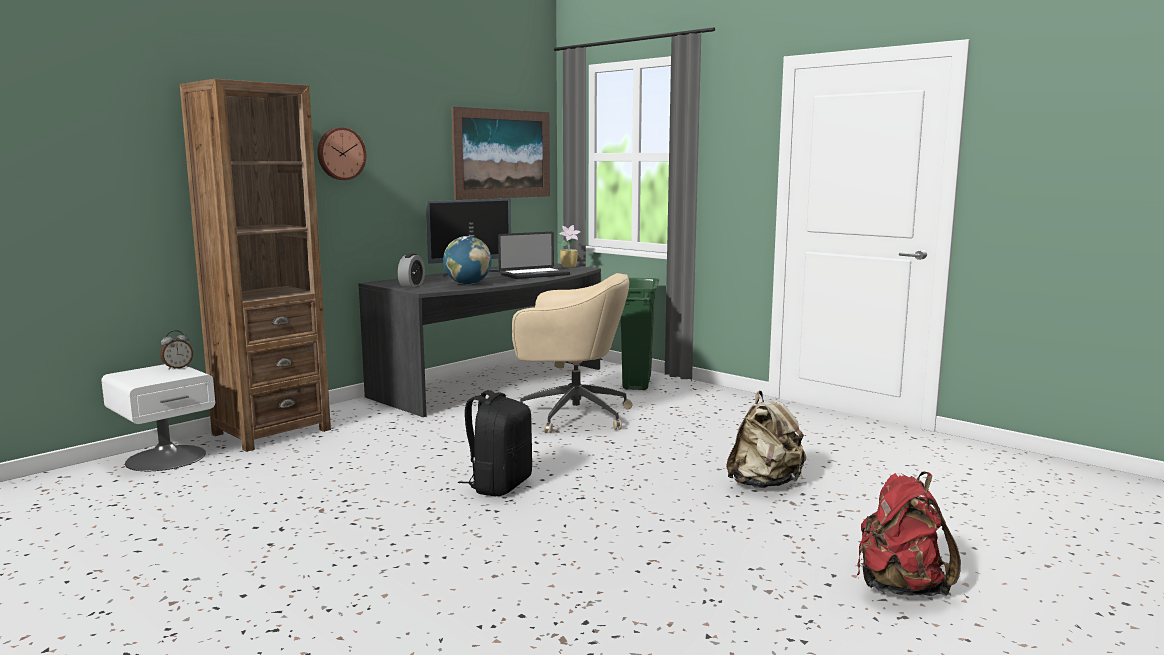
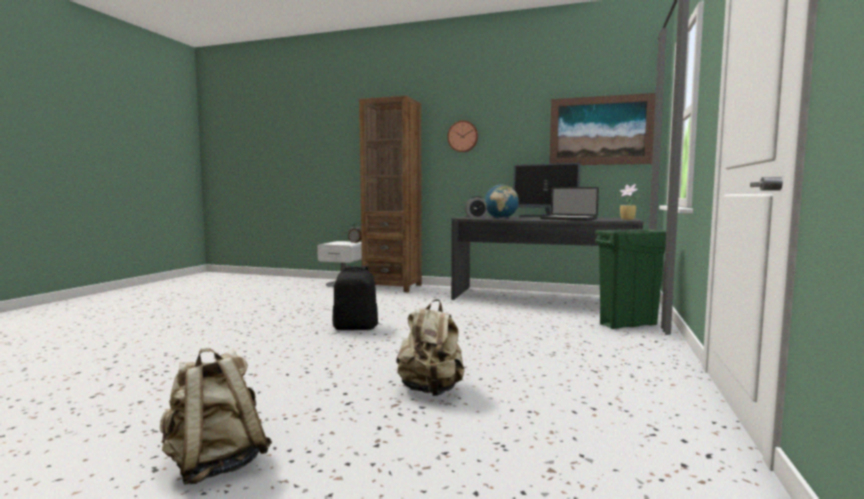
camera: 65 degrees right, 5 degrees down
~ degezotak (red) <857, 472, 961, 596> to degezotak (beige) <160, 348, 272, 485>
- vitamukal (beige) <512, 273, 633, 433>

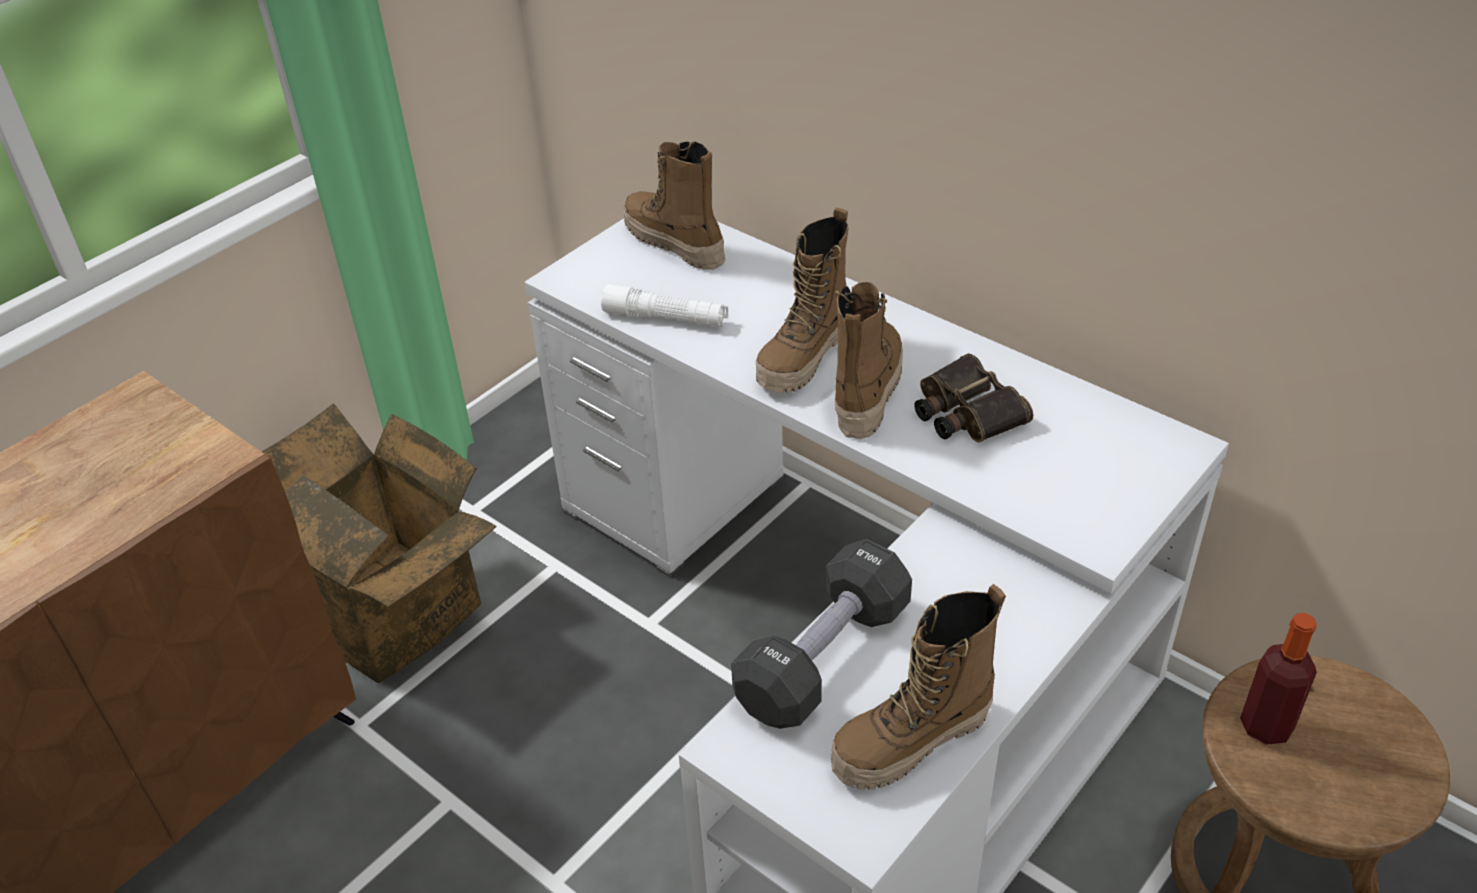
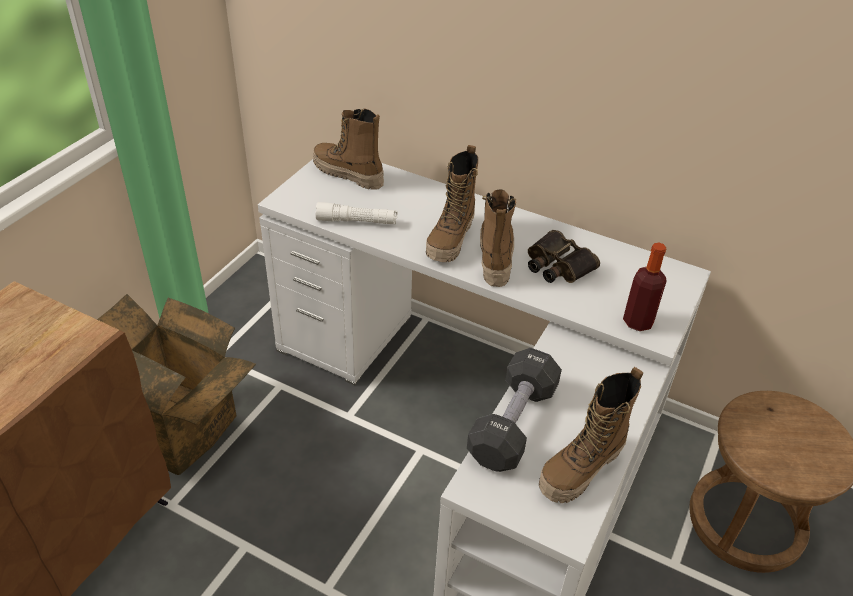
camera: 15 degrees left, 0 degrees up
~ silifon <1240, 613, 1317, 745> to <623, 243, 667, 331>

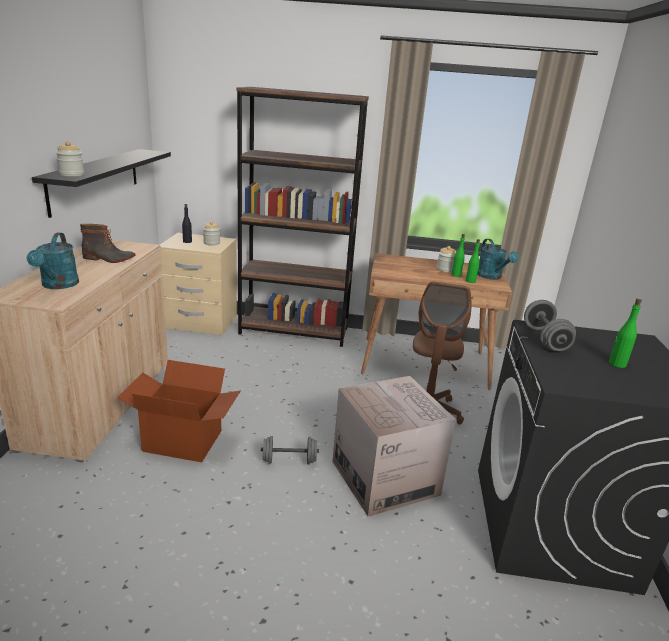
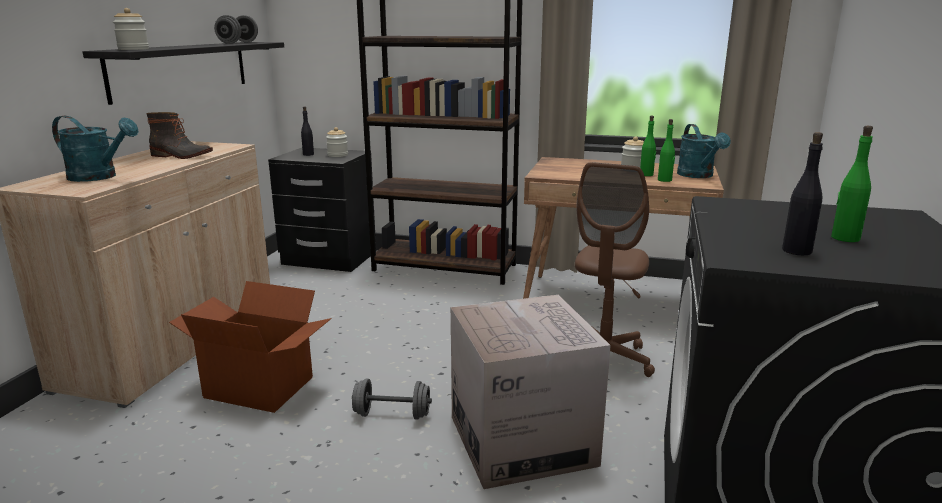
camera: 10 degrees right, 5 degrees down
~ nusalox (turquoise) <27, 233, 79, 289> = <52, 116, 139, 182> 75 degrees counterclockwise
~ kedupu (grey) <524, 300, 576, 351> to <214, 15, 258, 44>
~ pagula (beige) <160, 233, 237, 335> to pagula (black) <268, 148, 376, 272>
+ silifon (black) <782, 132, 823, 255>

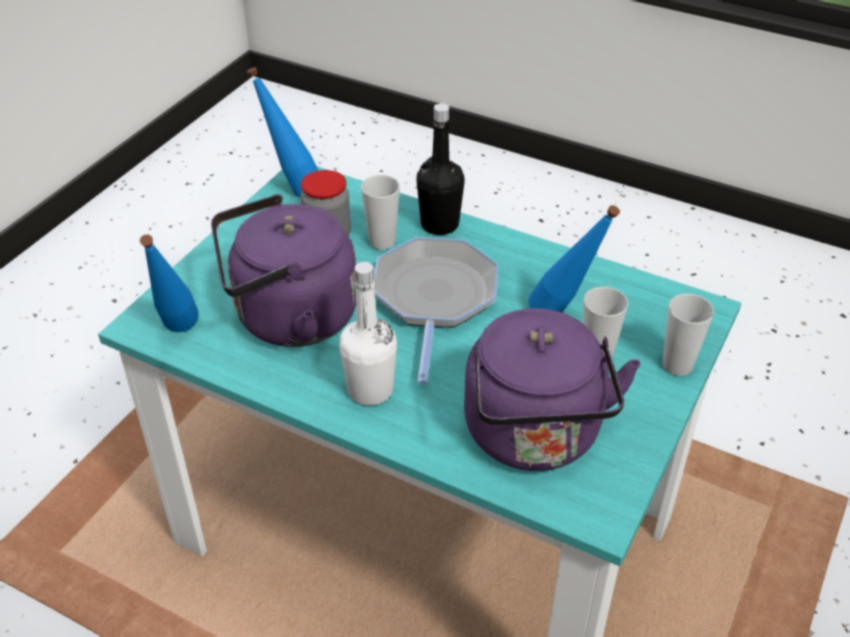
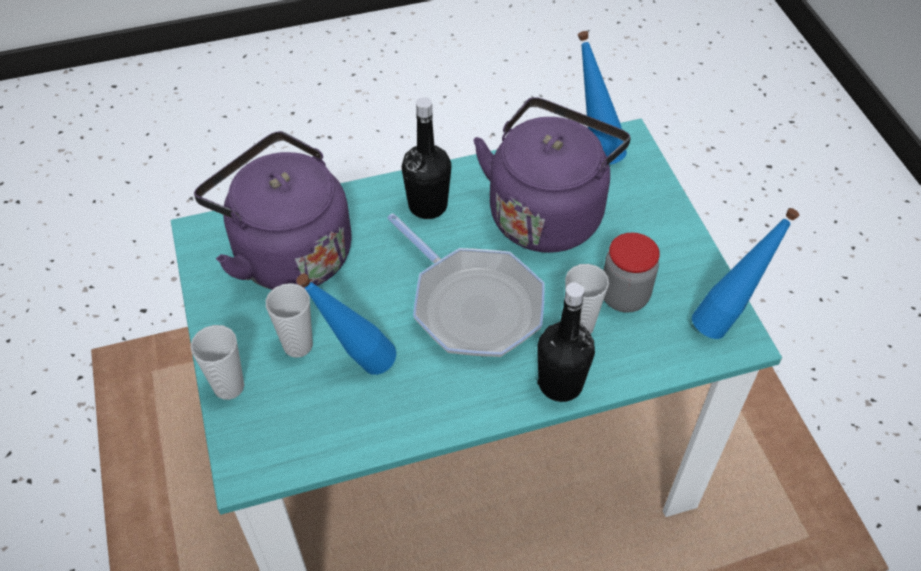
camera: 135 degrees right, 10 degrees up
~ silifon (white) <339, 262, 397, 406> to silifon (black) <402, 97, 451, 219>

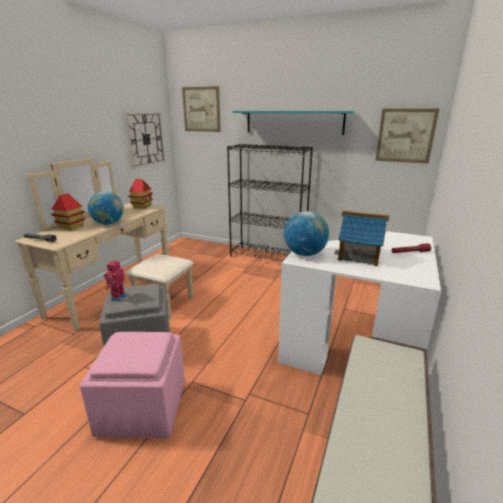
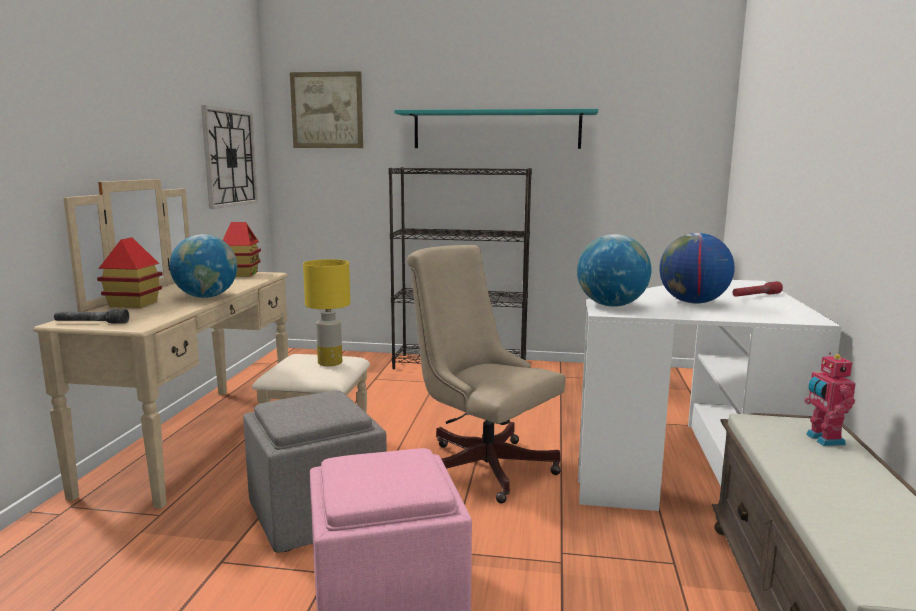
camera: 15 degrees left, 10 degrees down
+ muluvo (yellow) <303, 259, 350, 366>
+ vitamukal (beige) <407, 245, 566, 504>
~ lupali <334, 211, 390, 266> to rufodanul <660, 233, 735, 304>
~ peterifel <104, 259, 127, 301> to <804, 352, 856, 446>
- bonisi <375, 108, 439, 164>

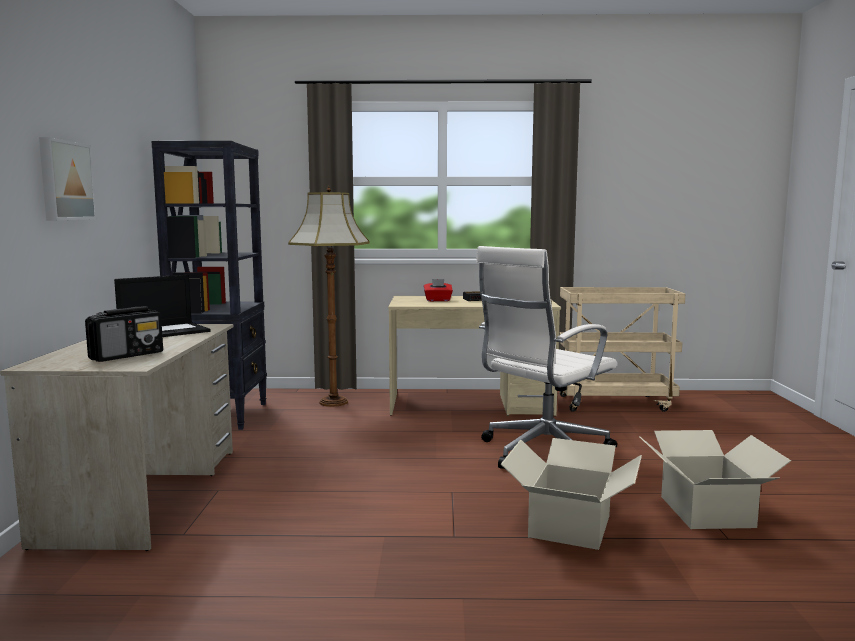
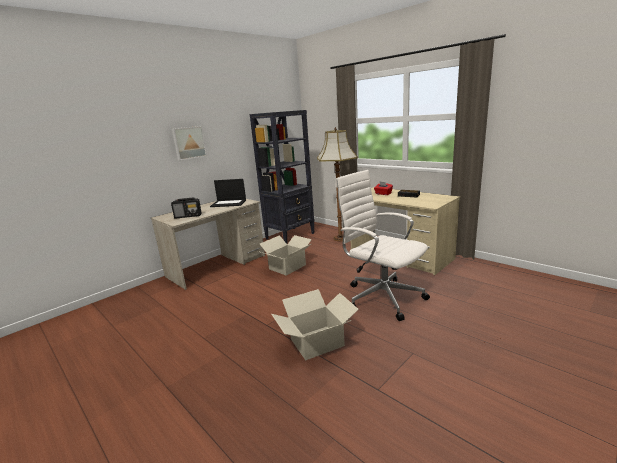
camera: 45 degrees right, 10 degrees up
~ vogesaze <640, 430, 791, 529> to <258, 235, 312, 276>
~ vitamukal (white) <476, 246, 617, 469> = <335, 170, 430, 321> 45 degrees clockwise
- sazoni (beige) <559, 287, 685, 412>

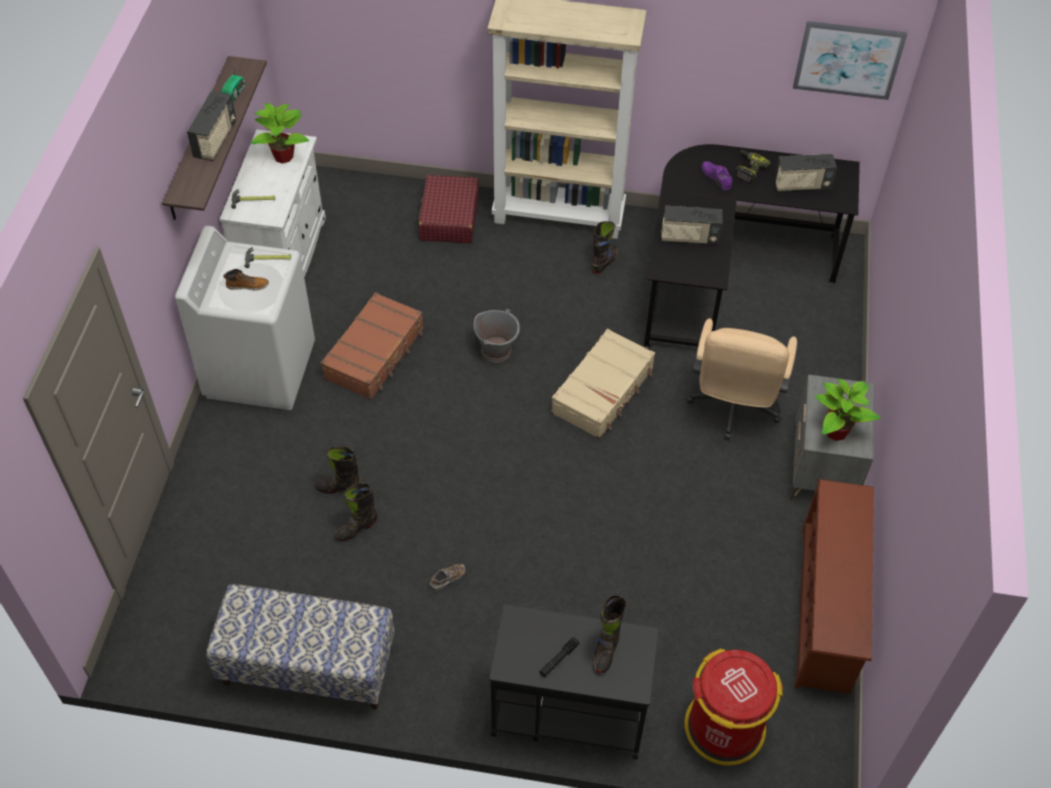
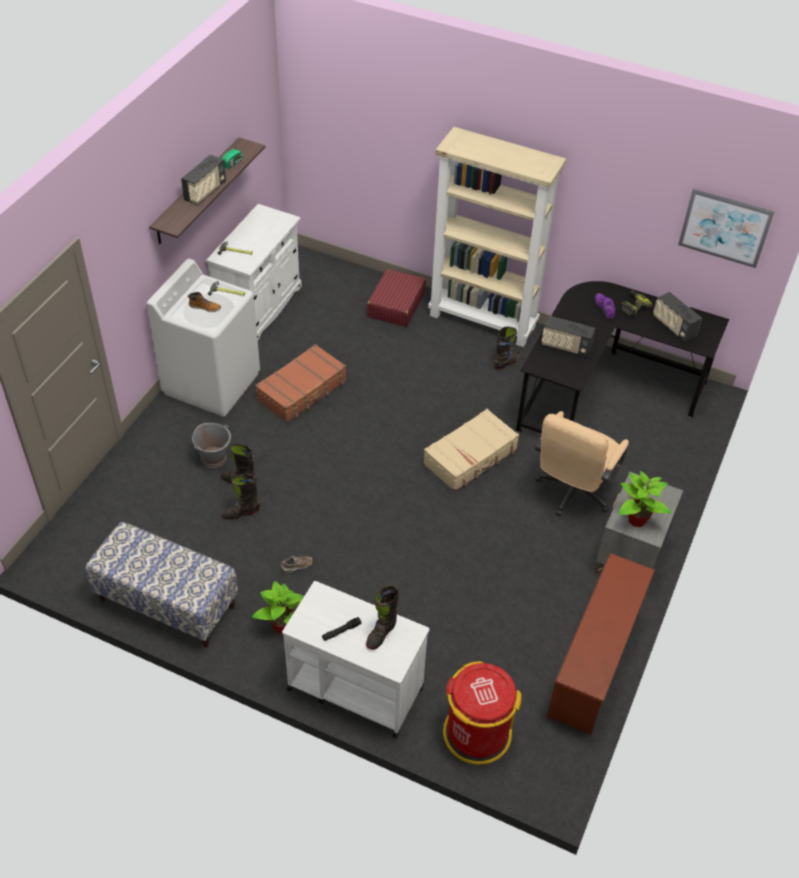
camera: 15 degrees right, 5 degrees down
~ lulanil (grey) <474, 309, 520, 363> to <192, 423, 231, 468>
~ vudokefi <251, 103, 309, 164> to <252, 581, 304, 634>
~ sazoni (black) <489, 604, 658, 760> to sazoni (white) <282, 581, 429, 738>
~ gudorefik <774, 154, 837, 192> = <653, 292, 702, 342> 45 degrees clockwise

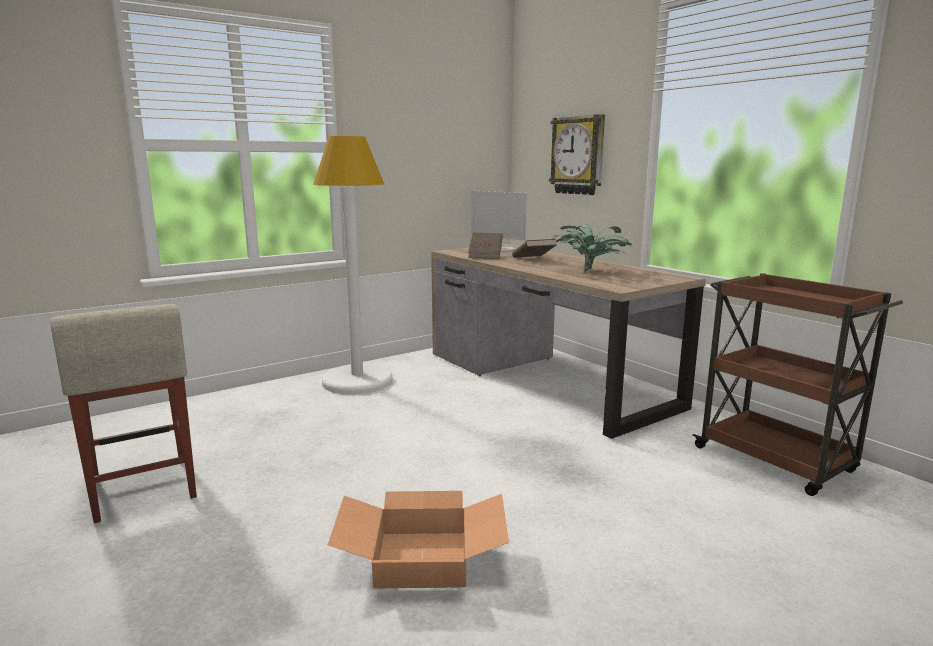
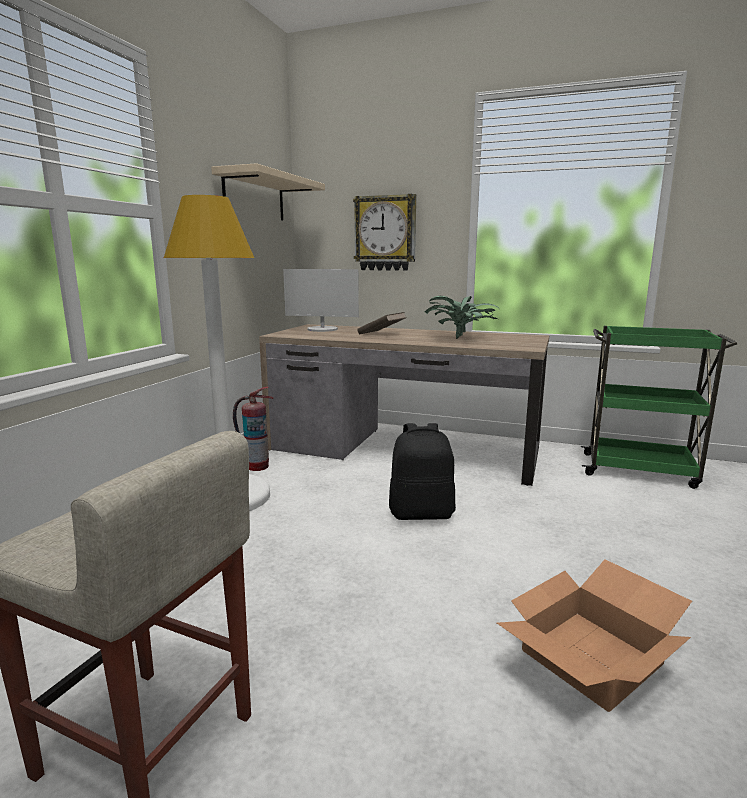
camera: 35 degrees left, 0 degrees up
+ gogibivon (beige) <211, 163, 325, 221>
+ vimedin <233, 387, 273, 471>
+ degezotak (black) <389, 423, 456, 520>
~ sazoni (brown) <692, 273, 903, 496> to sazoni (green) <581, 326, 737, 489>
- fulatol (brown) <468, 232, 503, 259>

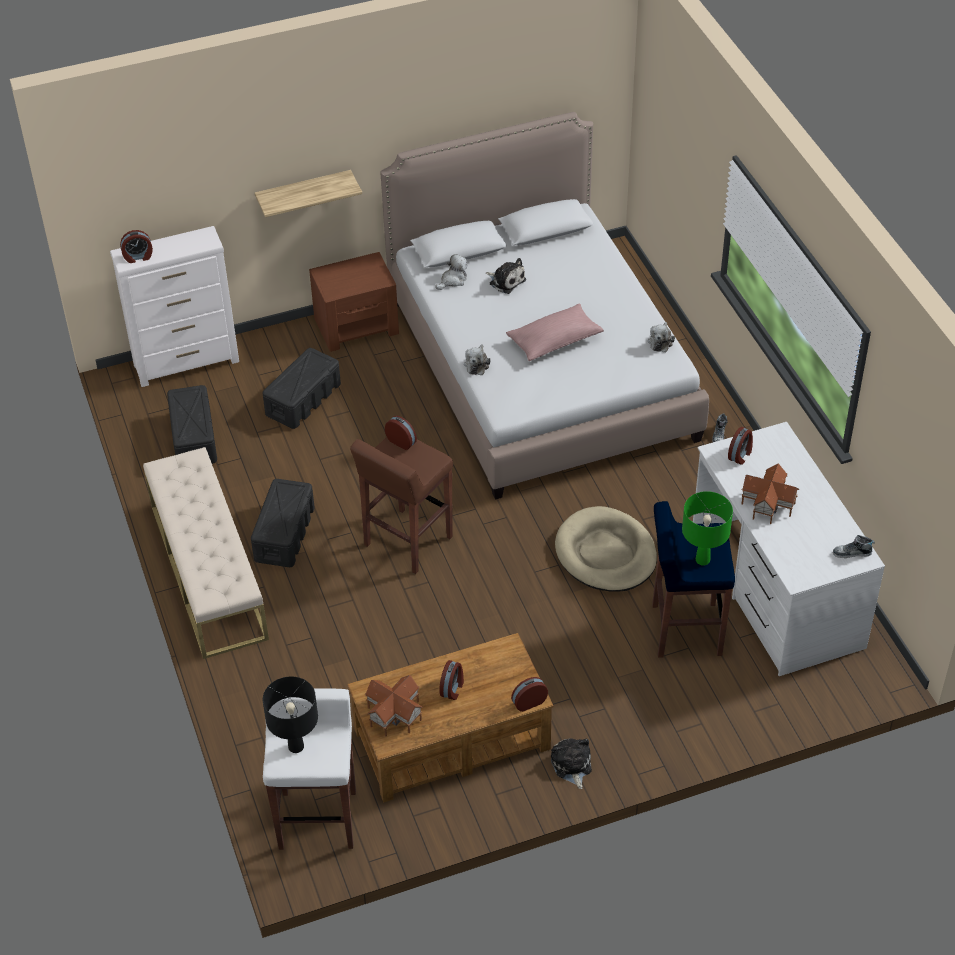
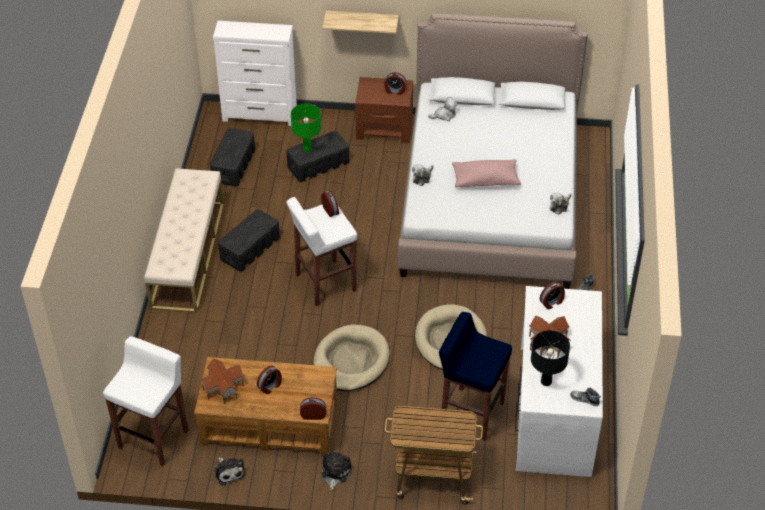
camera: 25 degrees right, 0 degrees up
~ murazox <486, 258, 526, 294> to <214, 457, 245, 486>
~ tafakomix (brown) <350, 437, 453, 574> to tafakomix (white) <287, 197, 357, 306>
~ muluvo (green) <682, 491, 733, 565> to <291, 103, 321, 152>
+ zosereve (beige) <313, 325, 390, 391>
~ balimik <120, 230, 153, 263> to <384, 72, 406, 95>
+ sazoni <384, 406, 483, 504>
~ muluvo (black) <263, 677, 318, 753> to <531, 330, 570, 386>

